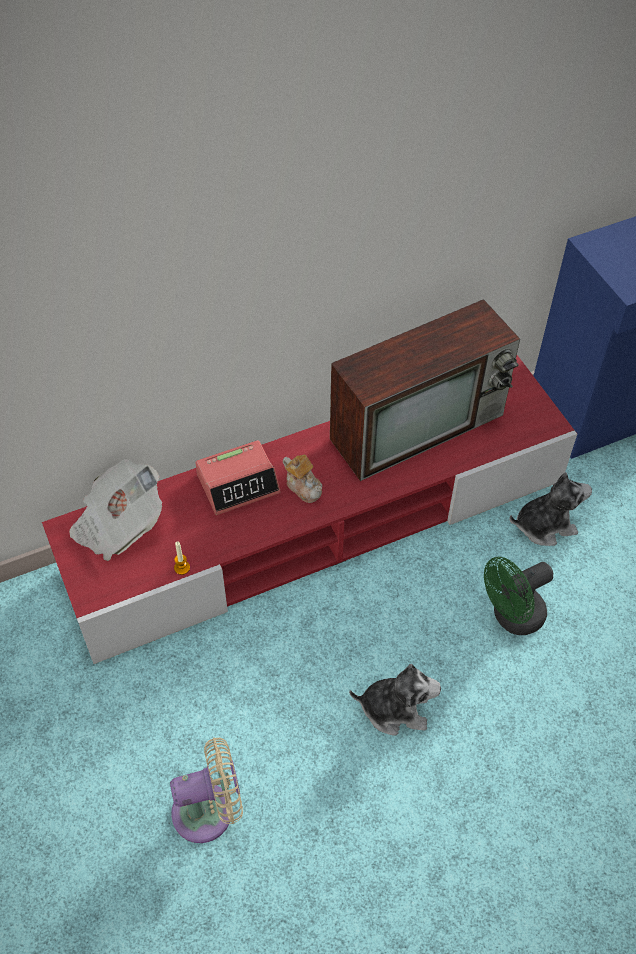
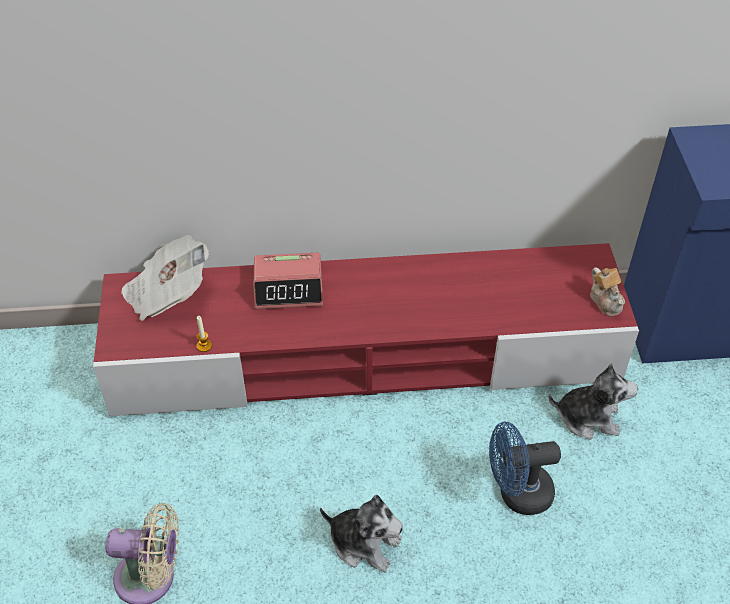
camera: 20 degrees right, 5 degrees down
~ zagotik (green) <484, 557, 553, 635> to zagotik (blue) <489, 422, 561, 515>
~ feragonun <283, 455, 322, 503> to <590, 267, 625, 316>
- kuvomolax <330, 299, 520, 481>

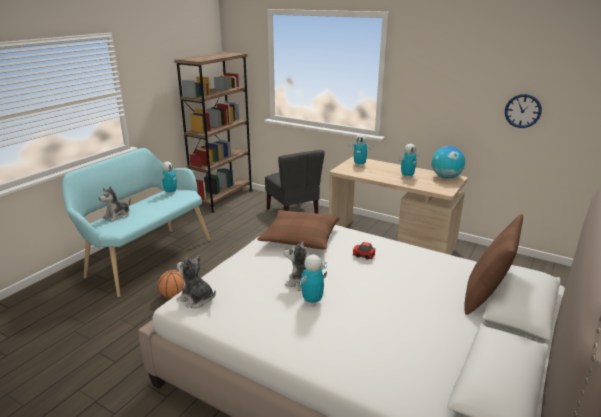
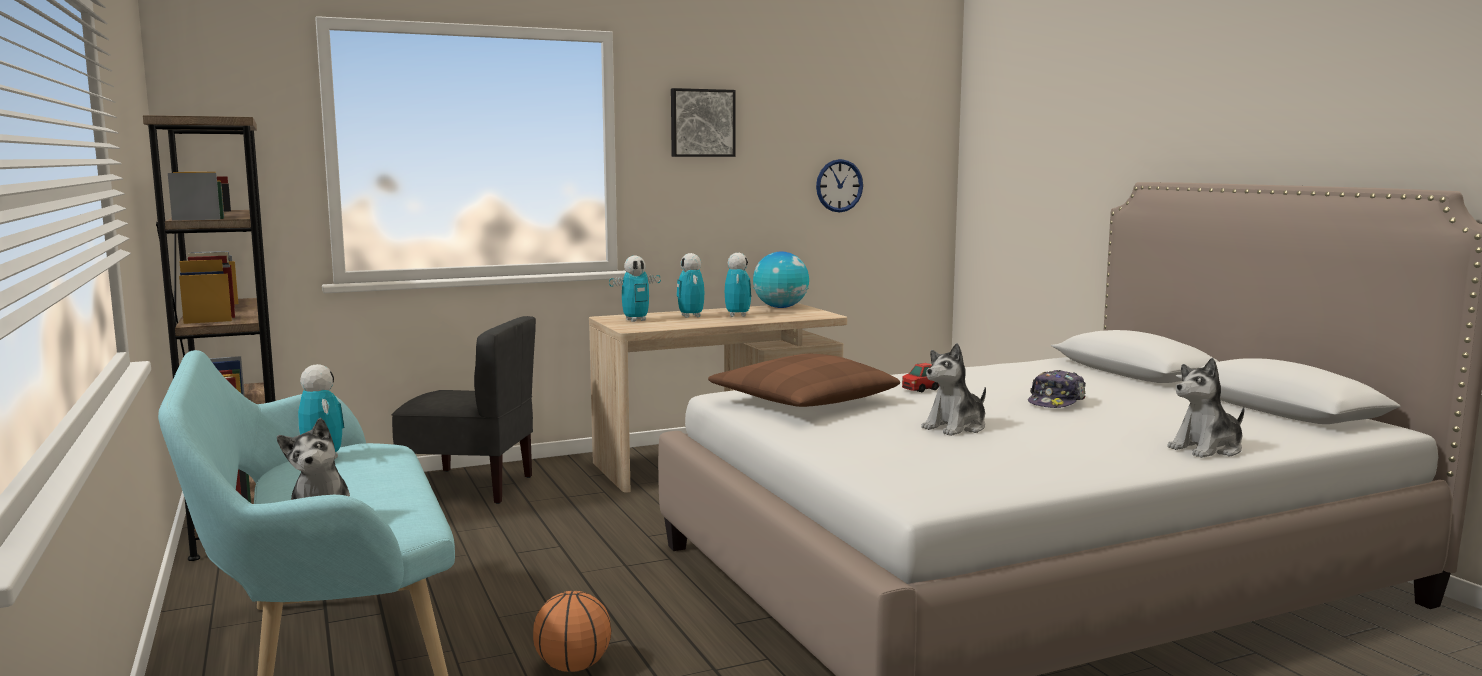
camera: 55 degrees left, 15 degrees down
+ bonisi <671, 88, 736, 157>
~ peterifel <298, 255, 327, 306> to <676, 253, 704, 318>
+ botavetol <1028, 370, 1086, 408>
~ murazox <177, 255, 216, 308> to <1167, 358, 1244, 458>
- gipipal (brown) <464, 214, 523, 315>

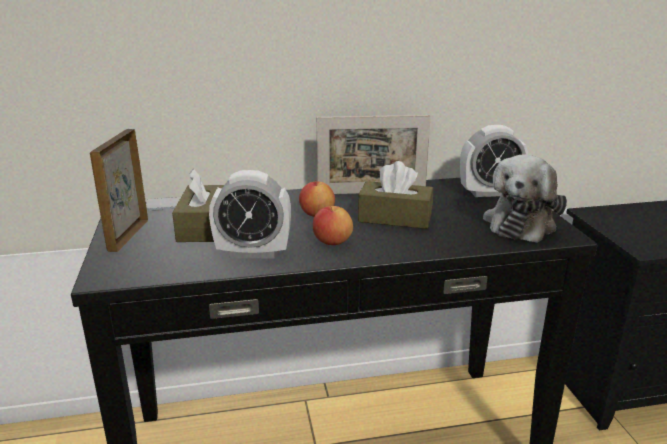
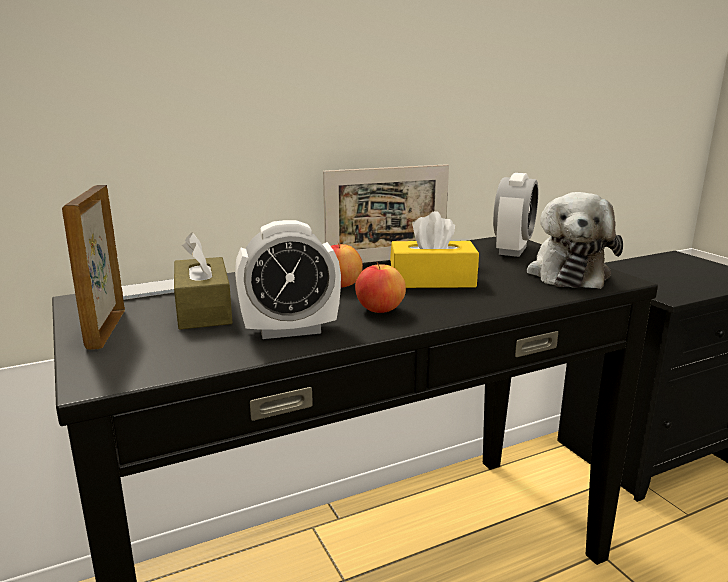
camera: 15 degrees left, 5 degrees down
~ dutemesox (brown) <358, 161, 433, 229> to dutemesox (yellow) <390, 211, 479, 288>
~ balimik <460, 125, 528, 197> = <493, 173, 538, 257> 45 degrees counterclockwise

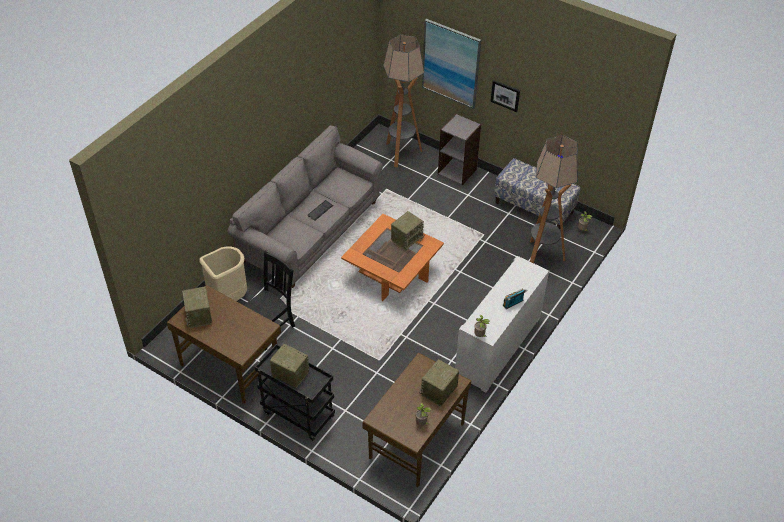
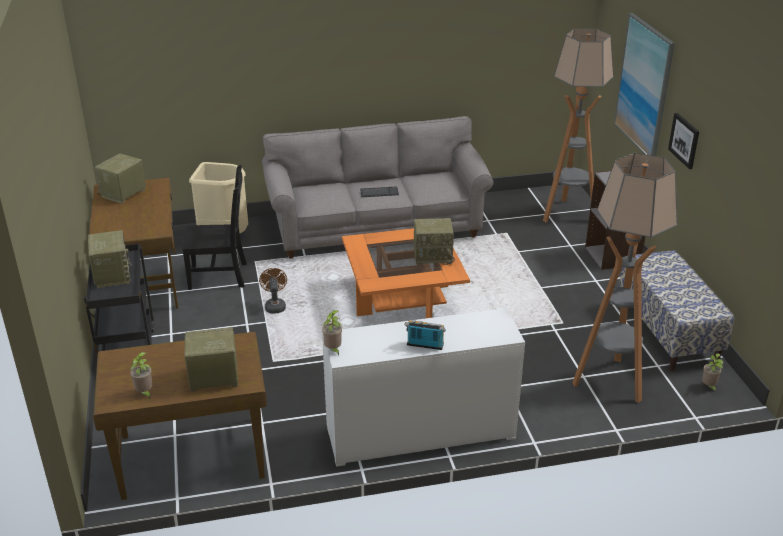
camera: 45 degrees right, 15 degrees down
+ zagotik (brown) <259, 268, 287, 314>

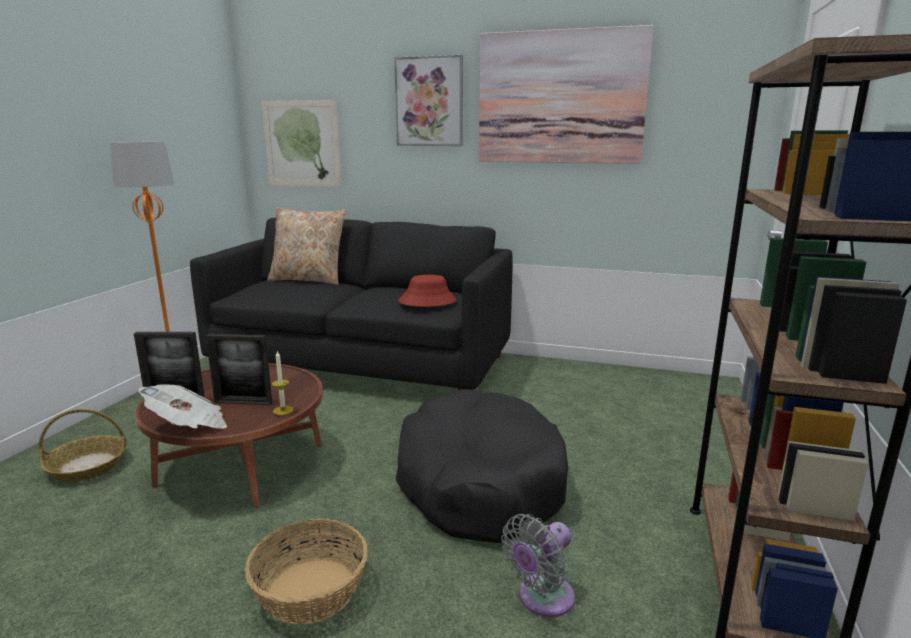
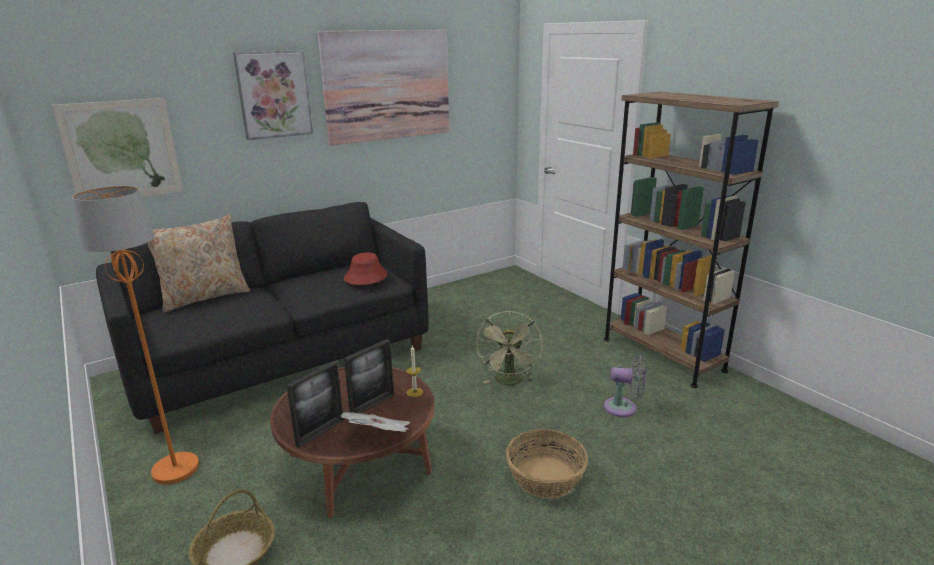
camera: 50 degrees left, 5 degrees up
~ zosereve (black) <395, 389, 568, 543> to zagotik (green) <476, 311, 543, 385>
~ zagotik (grey) <501, 514, 575, 617> = <604, 355, 646, 417> 75 degrees counterclockwise

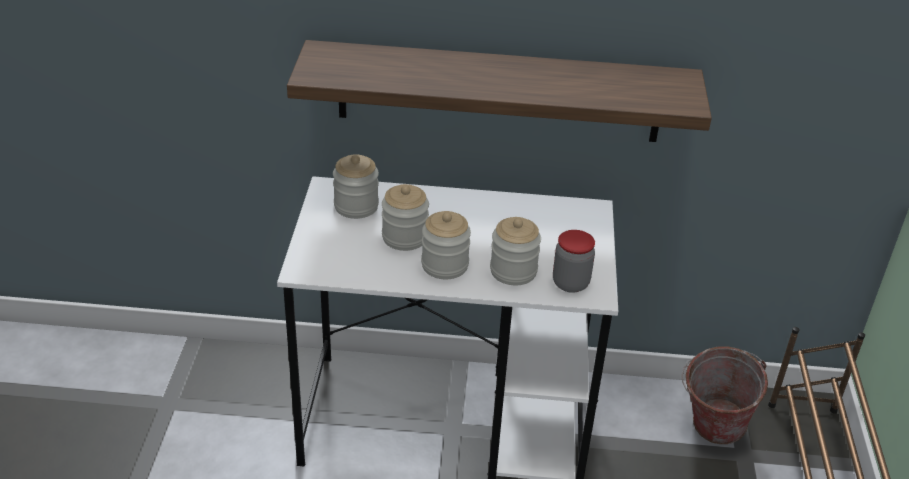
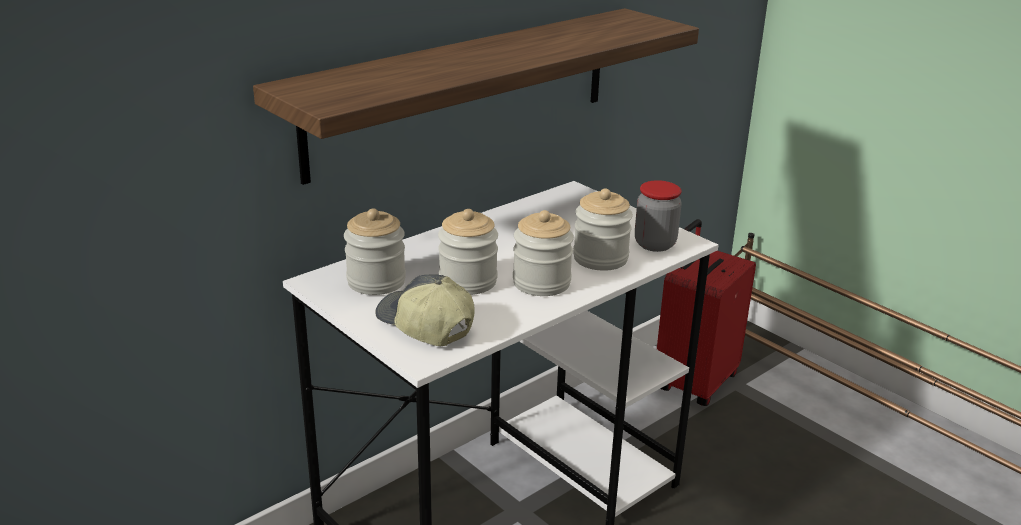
camera: 45 degrees left, 10 degrees down
+ botavetol <376, 275, 475, 346>
~ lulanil <681, 346, 768, 444> to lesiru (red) <657, 219, 756, 406>

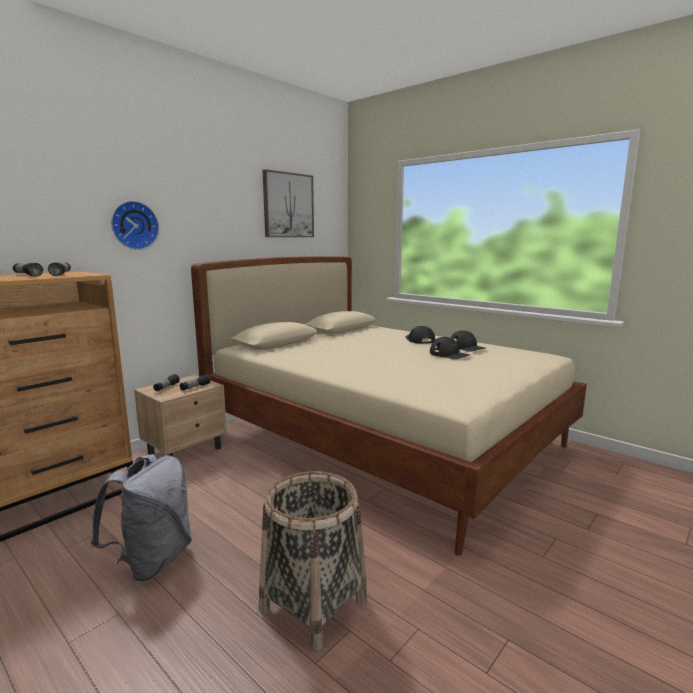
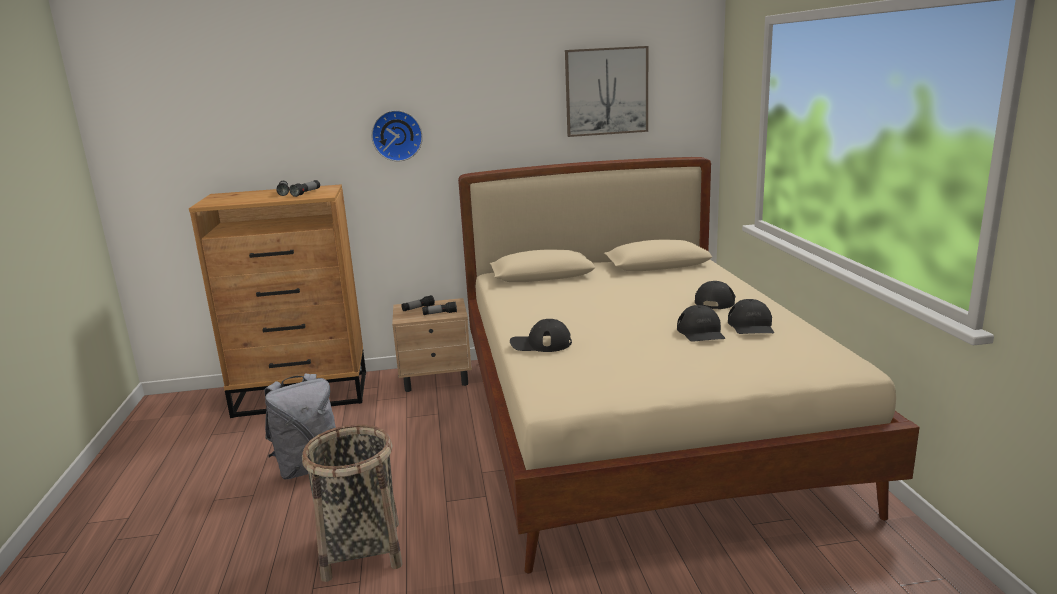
camera: 40 degrees right, 5 degrees up
+ botavetol (black) <510, 319, 572, 352>

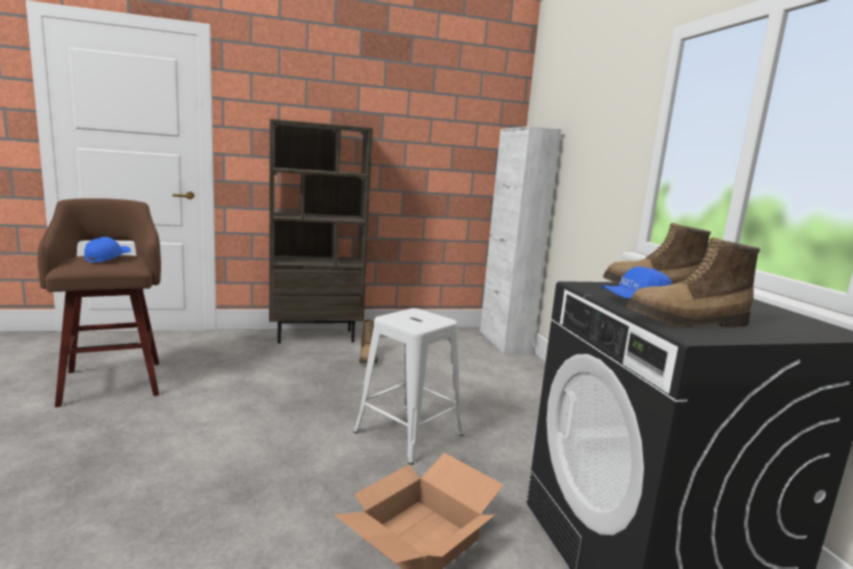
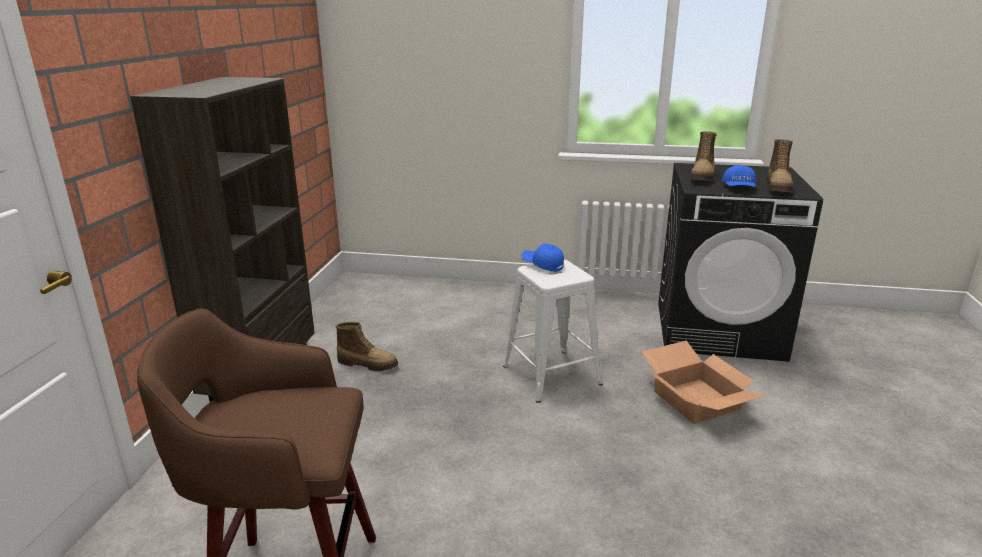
camera: 65 degrees left, 10 degrees up
~ botavetol (blue) <84, 237, 131, 263> to <521, 244, 564, 272>
- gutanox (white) <480, 126, 561, 355>

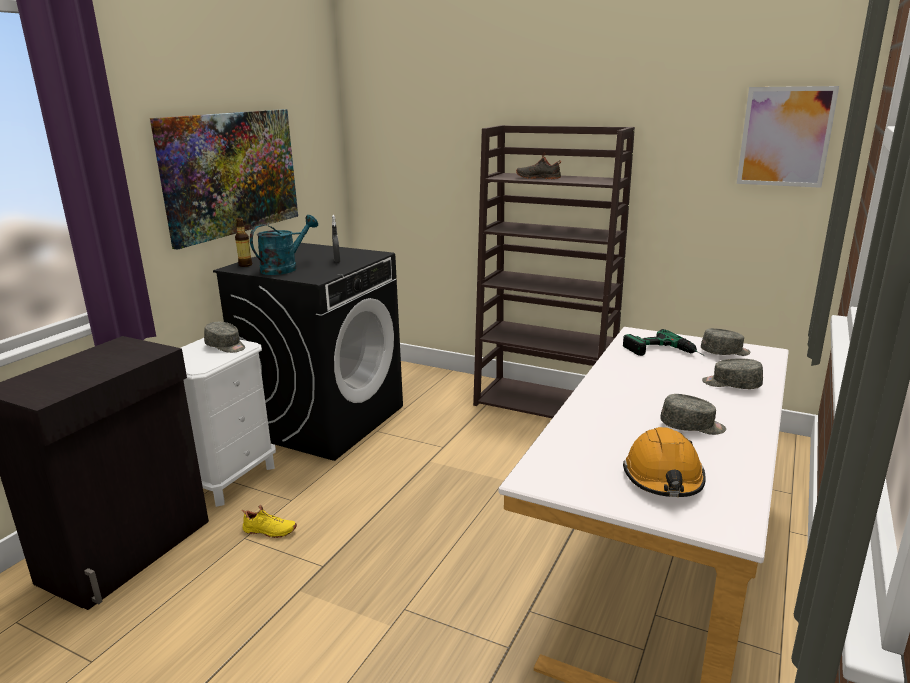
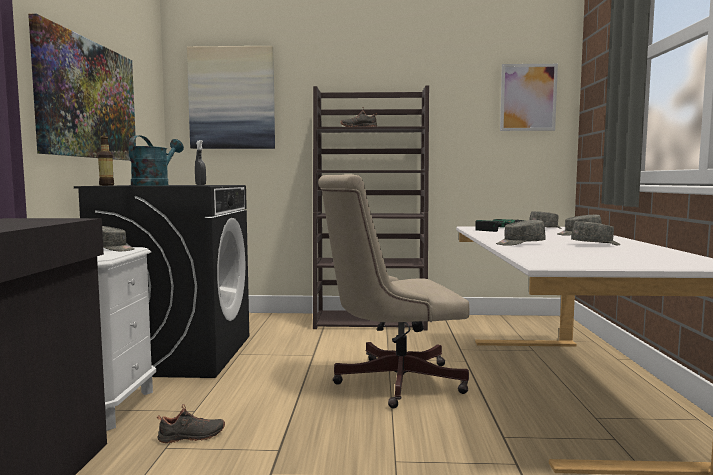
camera: 25 degrees left, 15 degrees down
~ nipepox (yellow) <241, 505, 297, 538> to nipepox (black) <157, 404, 225, 443>
+ bonisi <187, 46, 275, 149>
+ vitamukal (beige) <318, 175, 469, 408>
+ botavetol (grey) <496, 220, 545, 246>
- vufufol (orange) <623, 427, 706, 497>

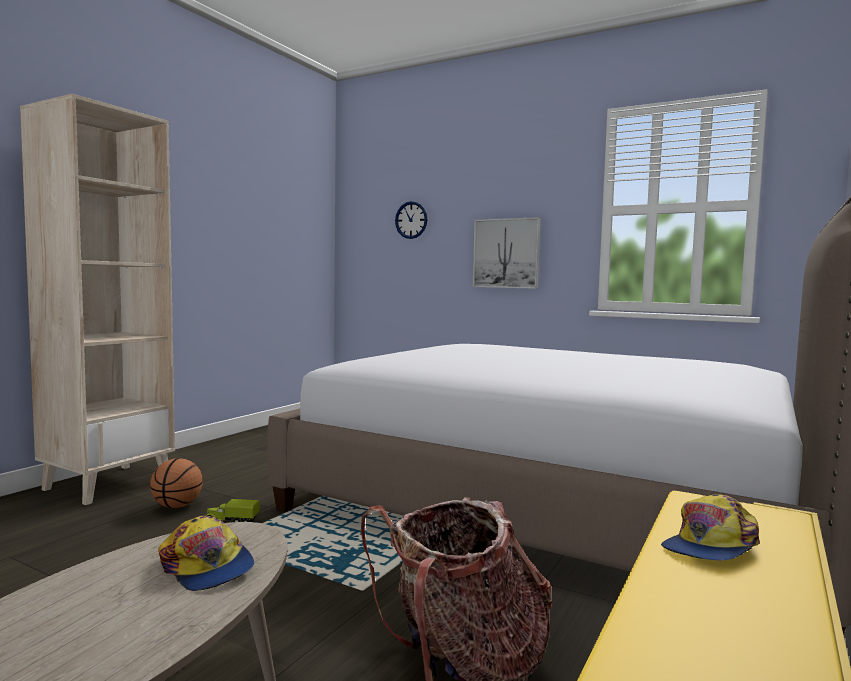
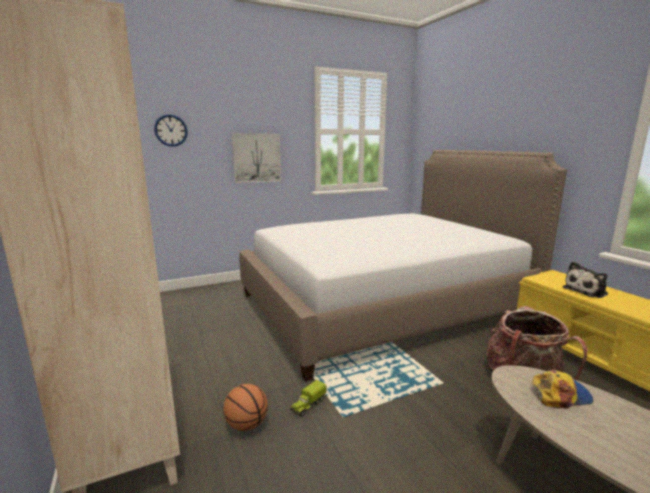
camera: 55 degrees left, 10 degrees up
~ botavetol <661, 494, 760, 561> to murazox <563, 262, 608, 298>

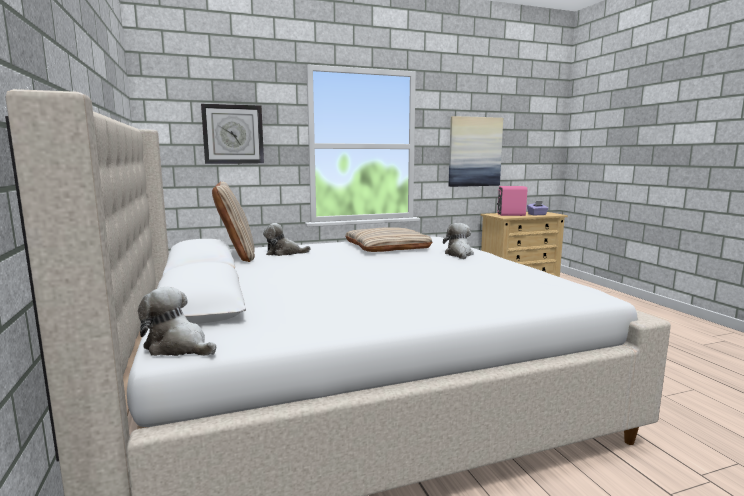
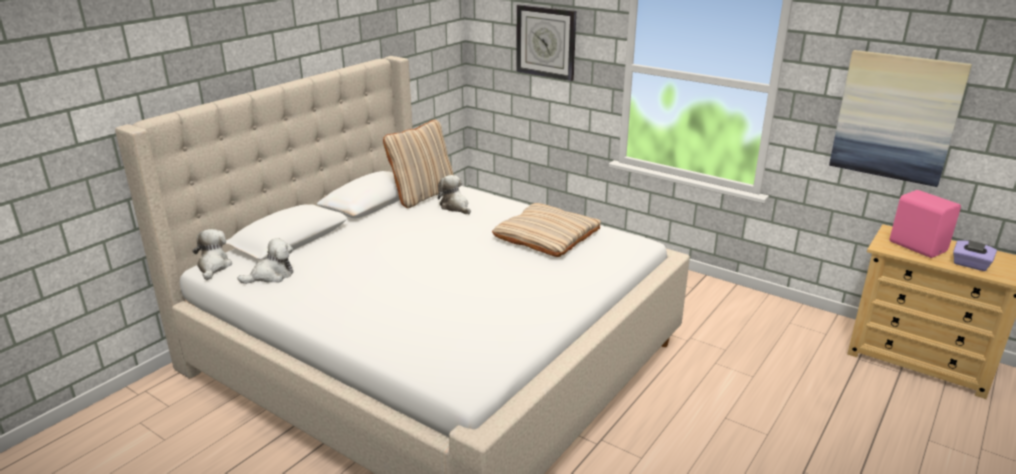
camera: 55 degrees right, 15 degrees up
~ murazox <443, 223, 474, 259> to <237, 238, 293, 284>

